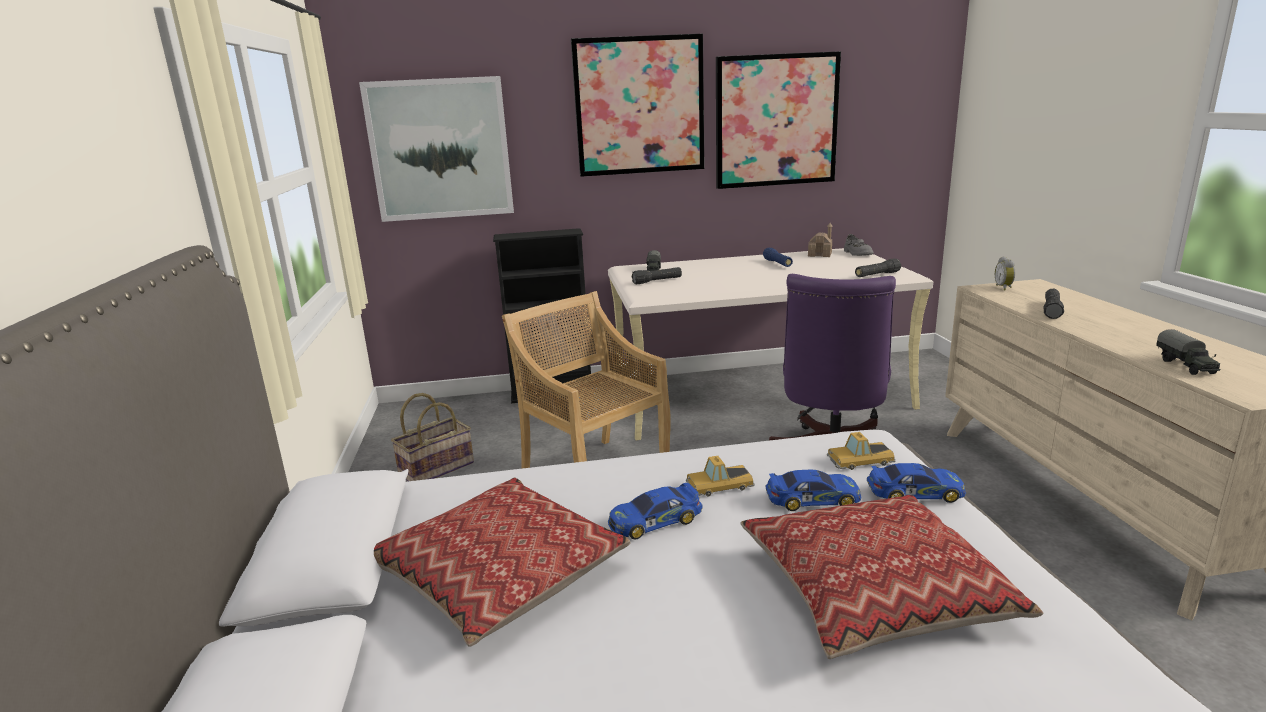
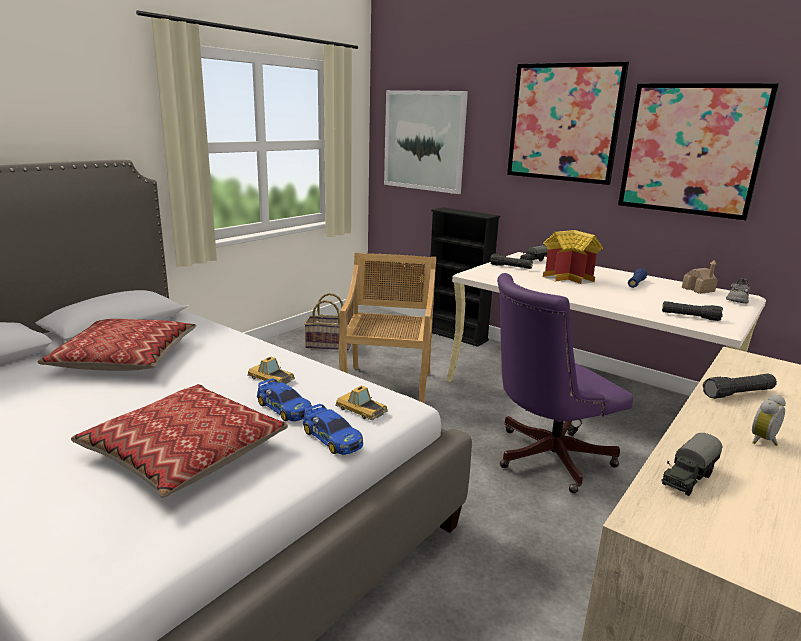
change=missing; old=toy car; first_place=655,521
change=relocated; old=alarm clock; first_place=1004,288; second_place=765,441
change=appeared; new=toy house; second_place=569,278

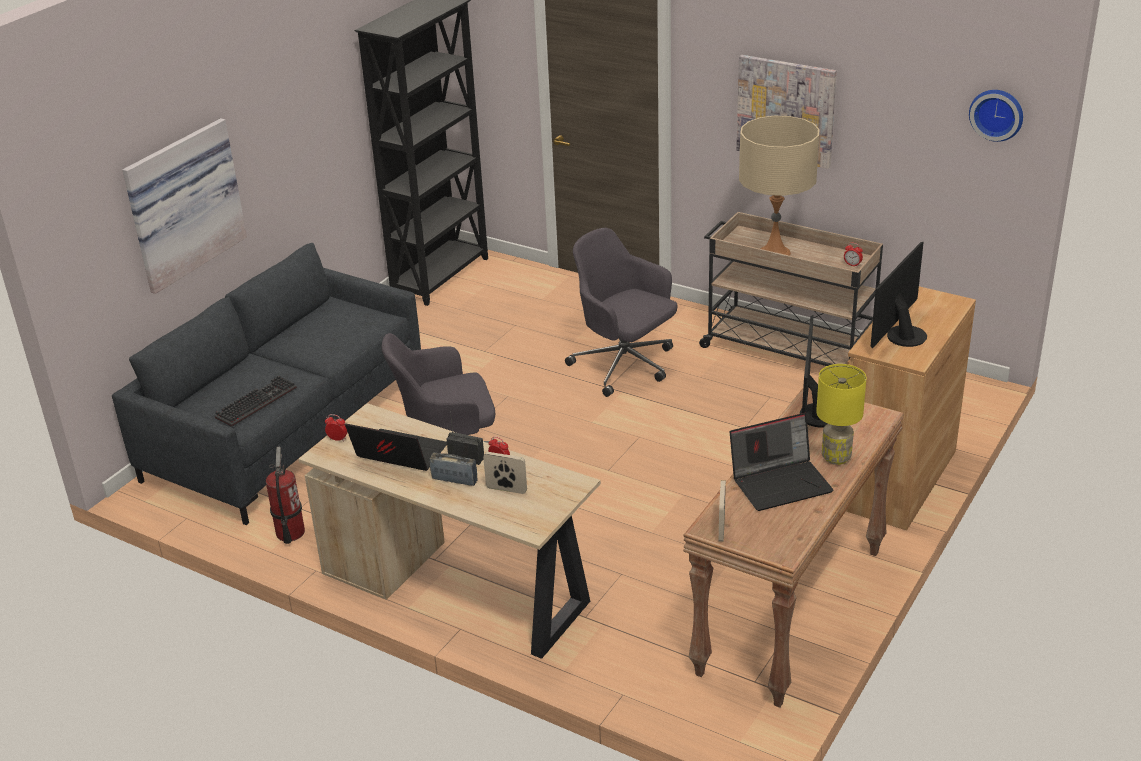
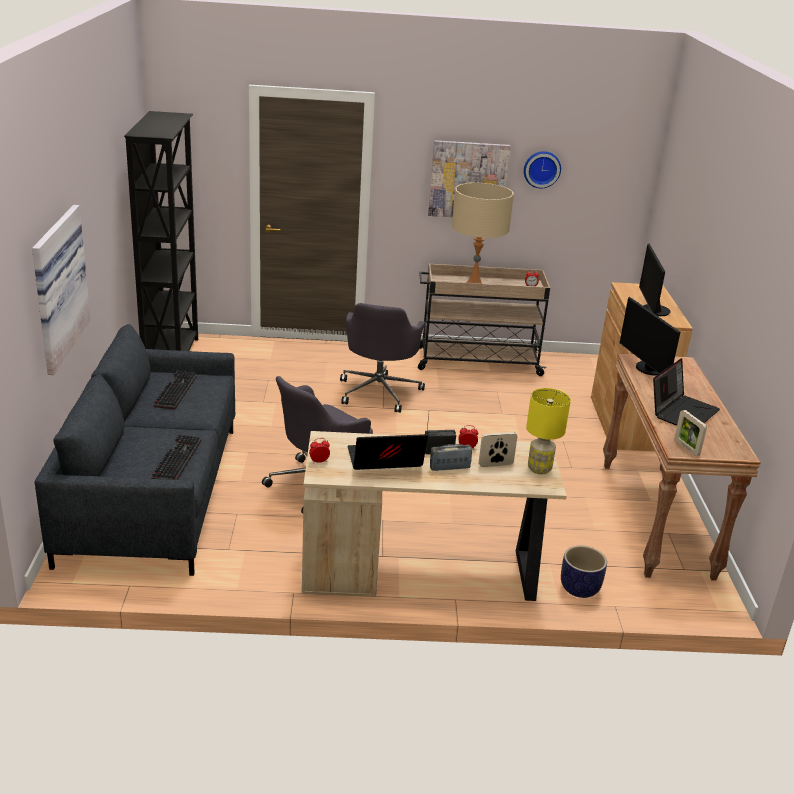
change=missing; old=fire extinguisher; first_place=290,533
change=spun; old=office chair (grey); first_place=625,366; second_place=379,391; degrees=-90
change=relocated; old=table lamp (yellow); first_place=835,457; second_place=538,469
change=relocated; old=wall clock; first_place=997,113; second_place=541,169
change=appeared; new=keyboard; second_place=174,391
change=appeared; new=planter; second_place=580,588

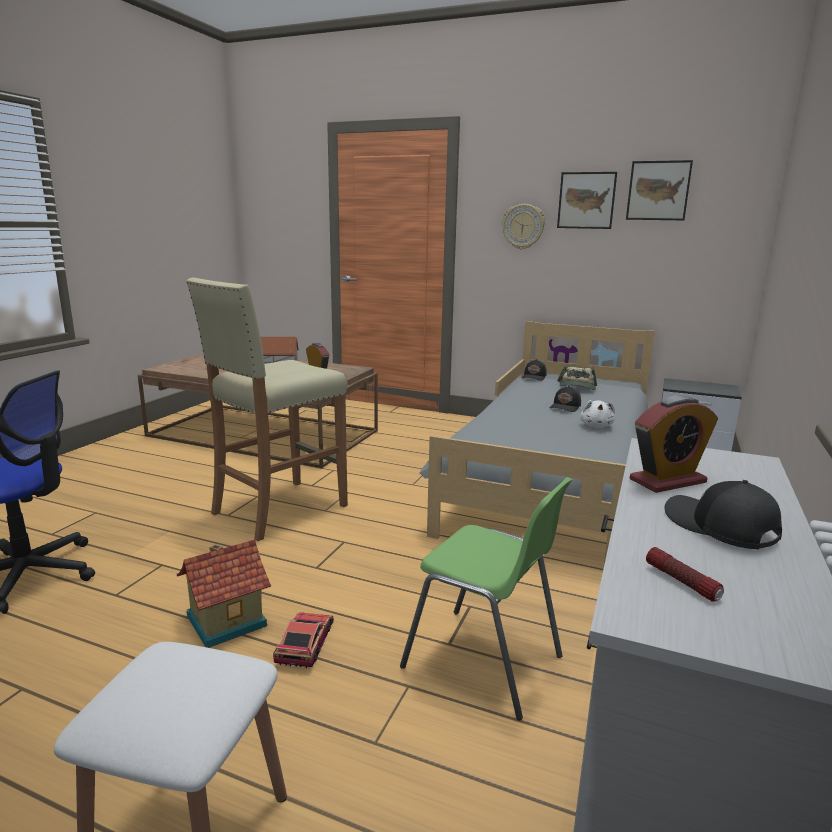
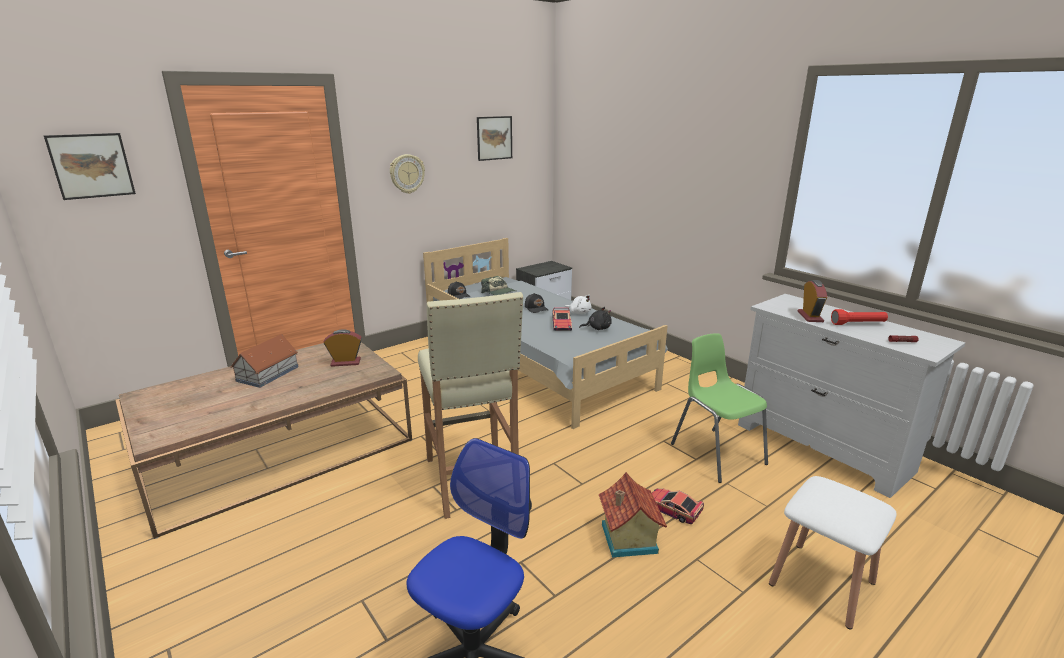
change=spun; old=chair (green); first_place=484,662; second_place=716,453; degrees=-90
change=relocated; old=picture; first_place=586,200; second_place=91,166
change=exchanged; old=cap (black); new=flashlight (red); first_place=719,528; second_place=858,324
change=appeared; new=toy car; second_place=561,324
change=appeared; new=plush toy (black); second_place=597,328

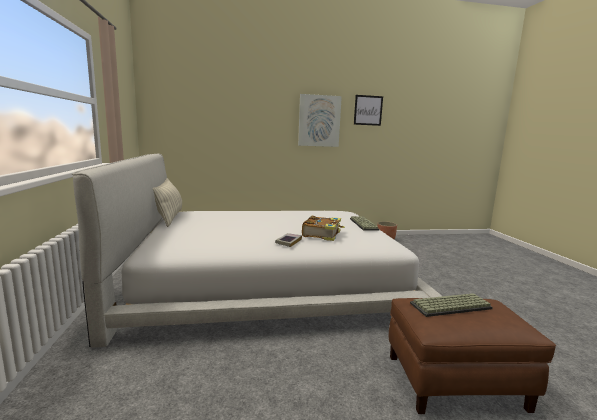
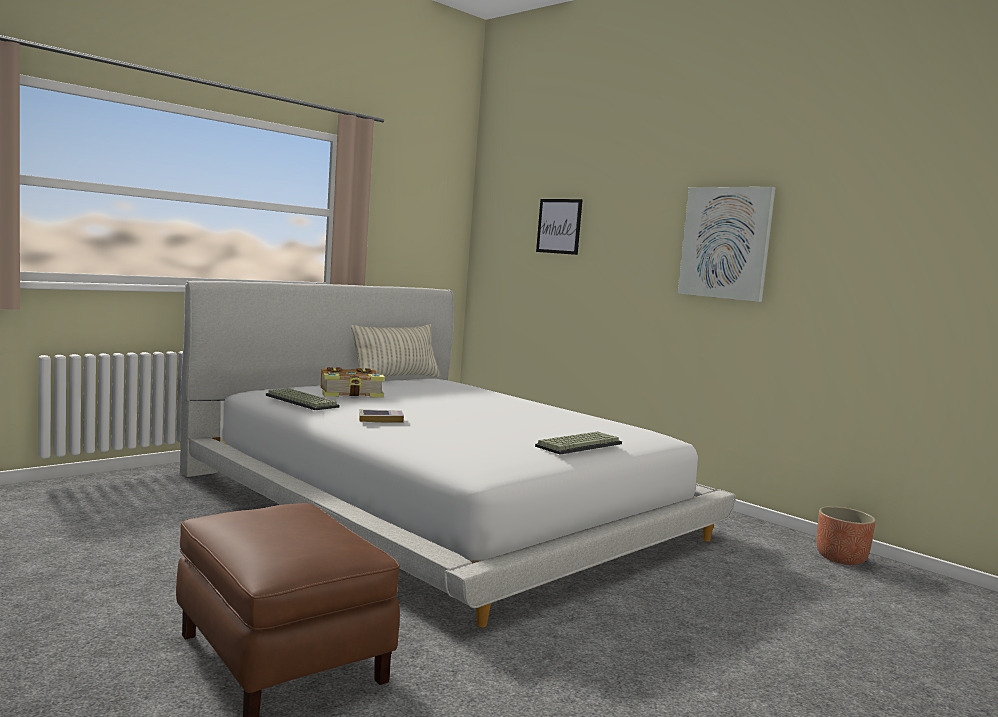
change=relocated; old=book; first_place=322,234; second_place=351,393
change=relocated; old=picture; first_place=368,110; second_place=559,226
change=relocated; old=keyboard; first_place=451,307; second_place=300,401

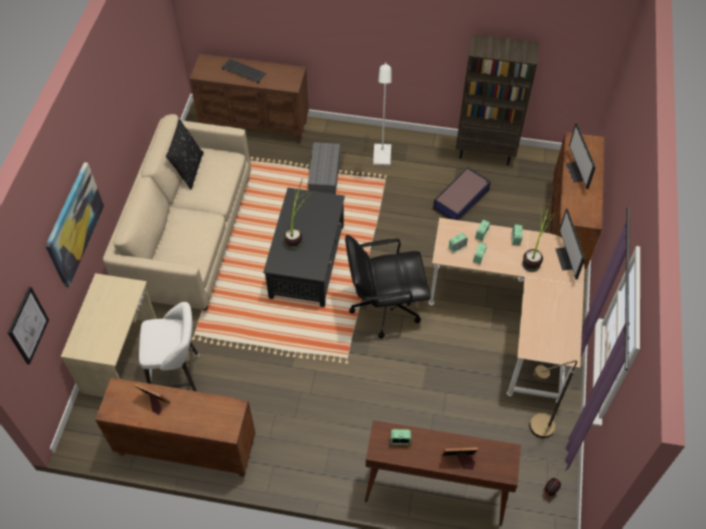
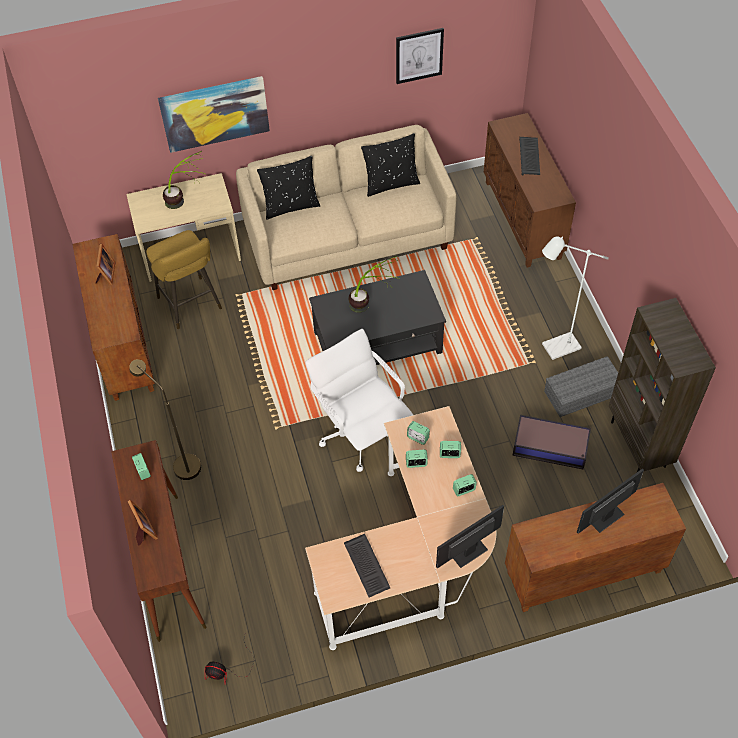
change=relocated; old=picture; first_place=28,325; second_place=419,55
change=colour; old=stool (white); new=stool (yellow); first_place=180,377; second_place=191,305
change=relocated; old=storage box (grey); first_place=324,174; second_place=582,392
change=colour; old=office chair (black); new=office chair (white); first_place=384,306; second_place=361,433
change=relocated; old=potted plant; first_place=534,255; second_place=186,201
change=relocated; old=floor lamp (brown); first_place=535,429; second_place=181,463
change=appeared; new=pillow (black); second_place=291,206
change=appeared; new=keyboard; second_place=365,565

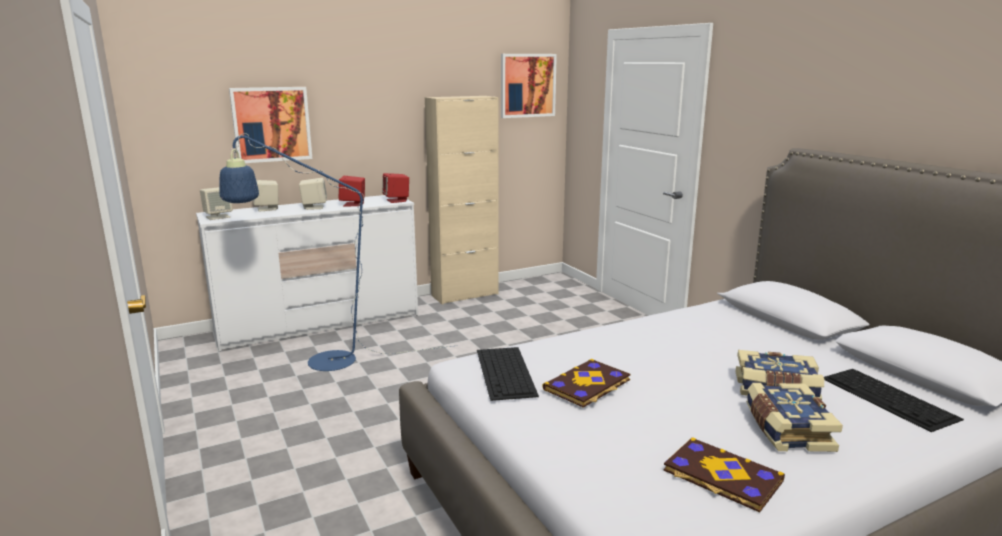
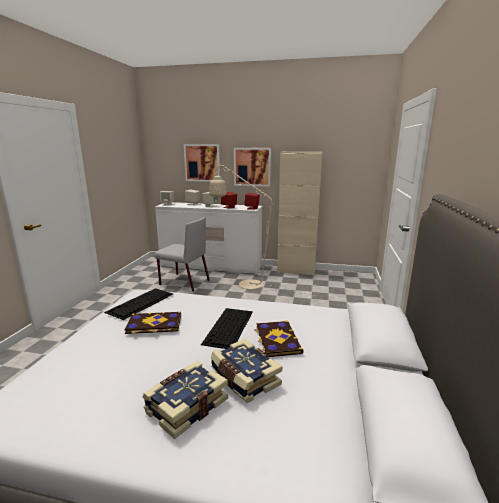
change=exchanged; old=floor lamp (blue); new=chair (grey); first_place=318,362; second_place=183,282
change=relocated; old=picture; first_place=527,85; second_place=252,167
change=relocated; old=book; first_place=722,476; second_place=277,340
change=relocated; old=keyboard; first_place=889,398; second_place=229,327
change=appeared; new=floor lamp (beige); second_place=244,283

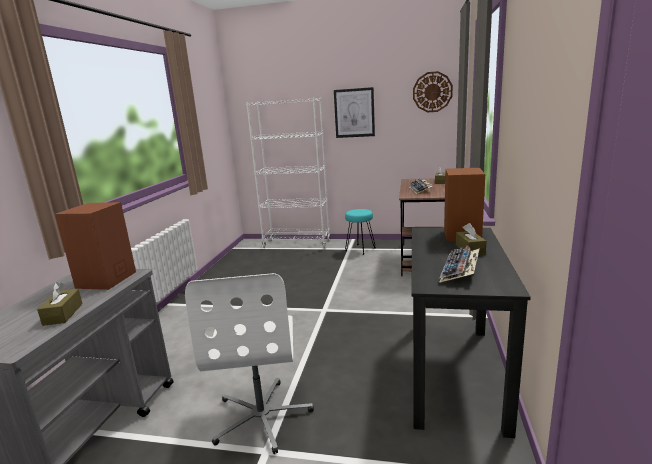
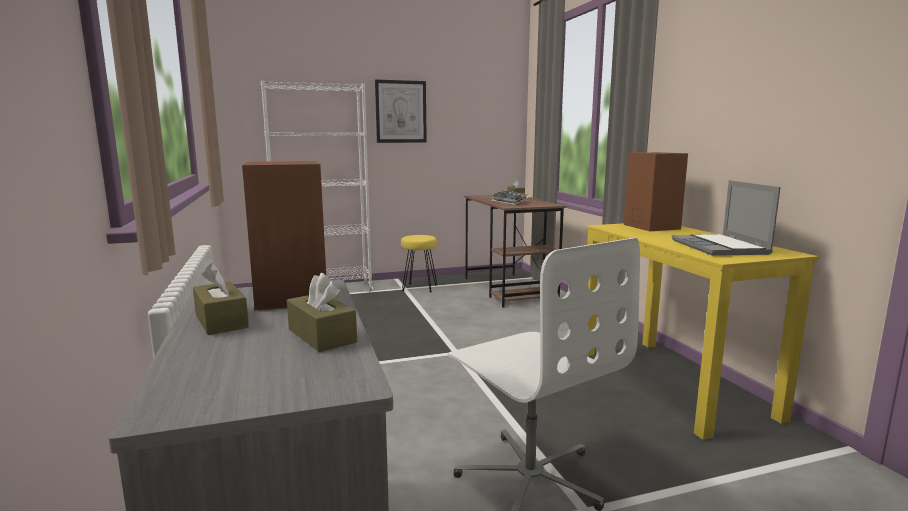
change=colour; old=stool (turquoise); new=stool (yellow); first_place=360,249; second_place=419,288
change=colour; old=desk (black); new=desk (yellow); first_place=454,373; second_place=672,382
change=missing; old=wall clock; first_place=432,92
change=exchanged; old=keyboard; new=laptop; first_place=460,271; second_place=720,247
change=relocated; old=tissue box (brown); first_place=470,249; second_place=221,321

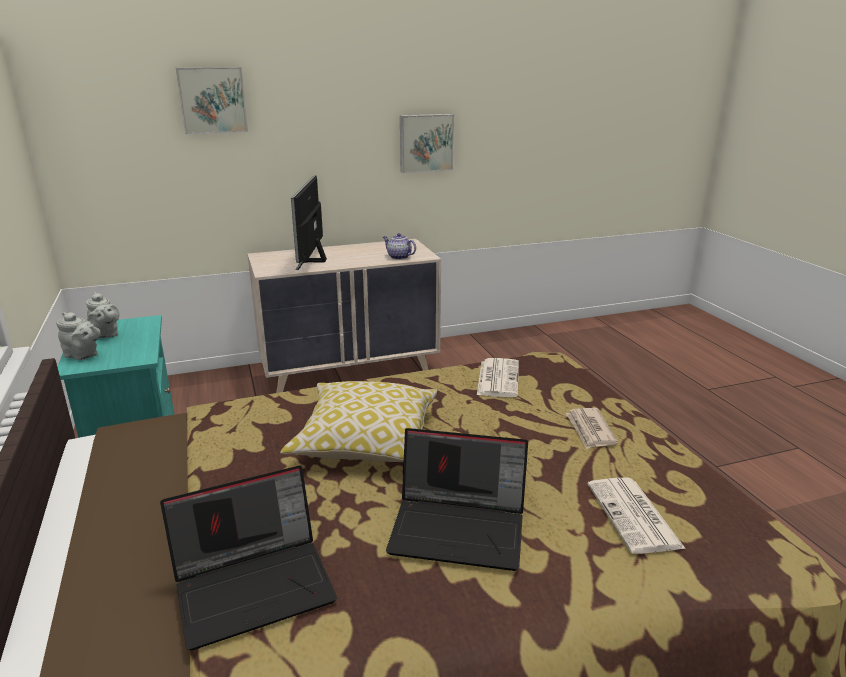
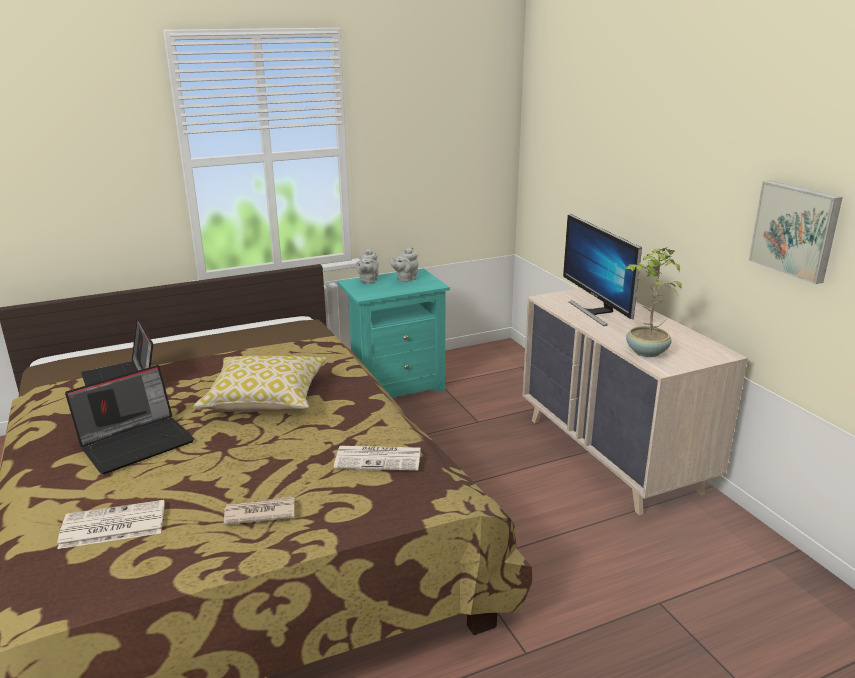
change=missing; old=picture; first_place=212,100
change=spun; old=monitor; first_place=312,260; second_place=596,312; degrees=-105
change=exchanged; old=teapot; new=potted plant; first_place=398,257; second_place=646,352
change=spun; old=laptop; first_place=460,528; second_place=137,442; degrees=-135

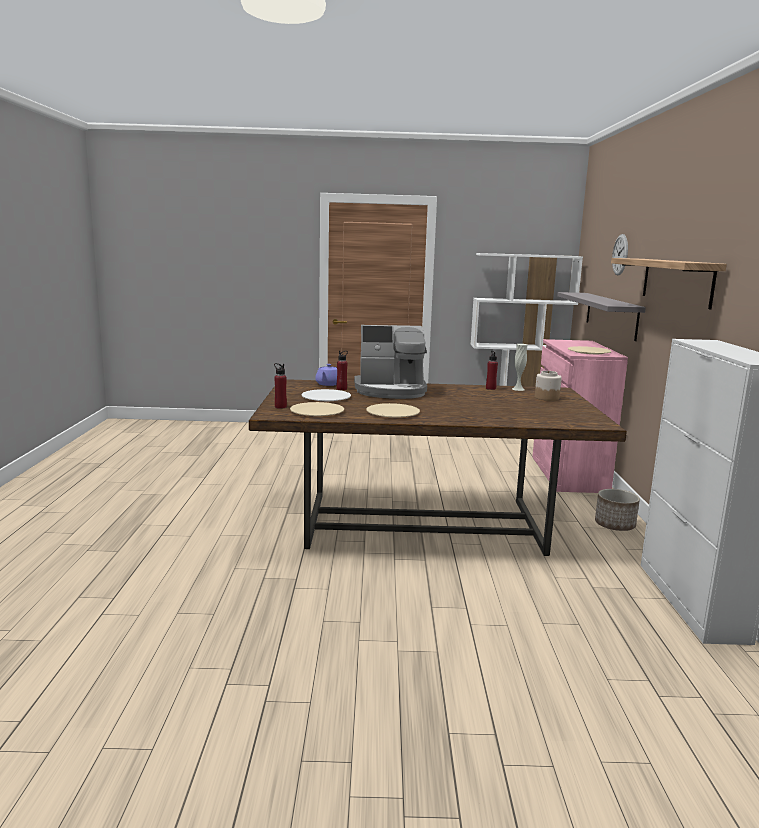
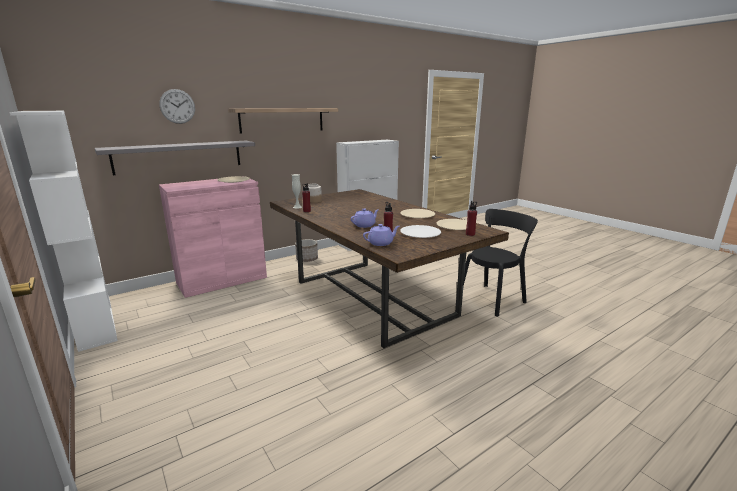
change=exchanged; old=coffee machine; new=teapot (purple); first_place=391,391; second_place=365,225
change=appeared; new=chair (black); second_place=493,299

